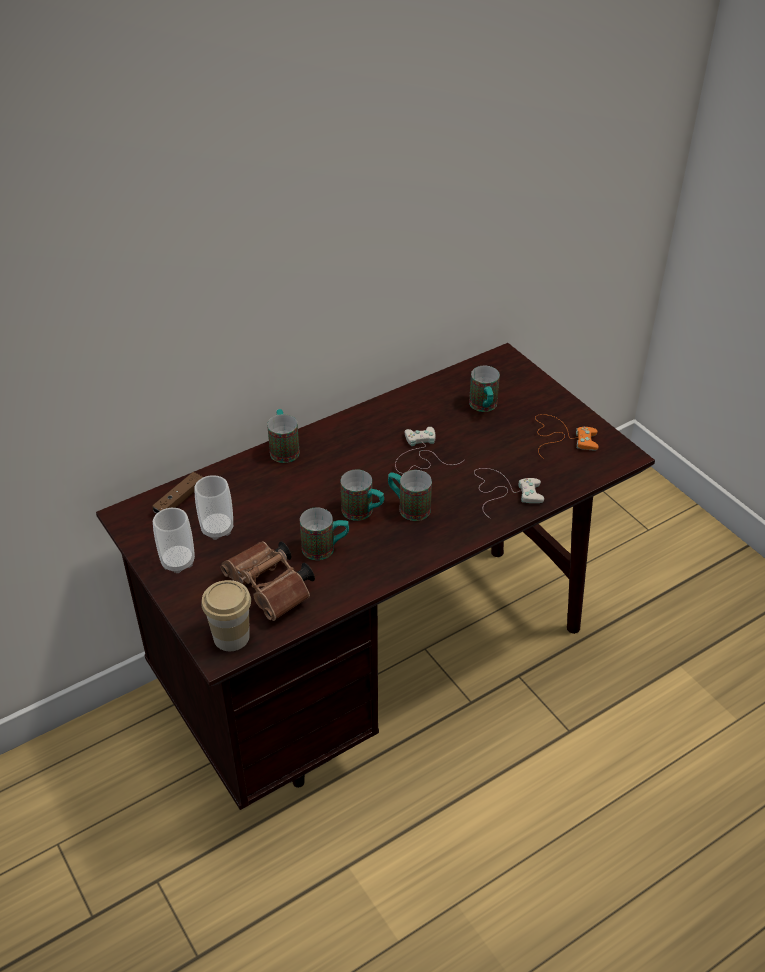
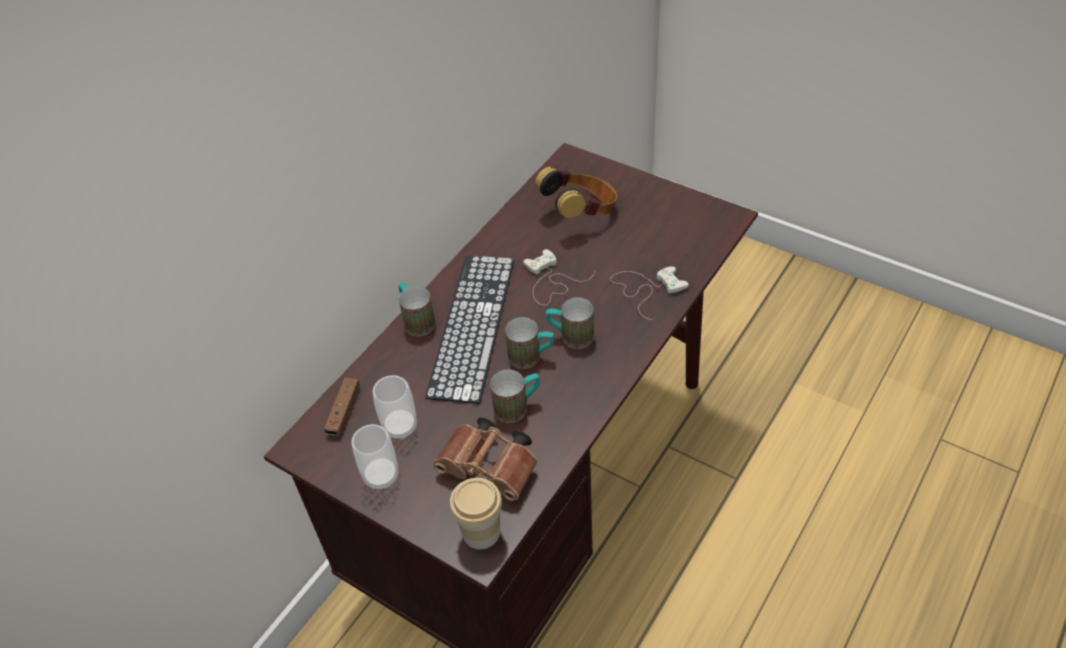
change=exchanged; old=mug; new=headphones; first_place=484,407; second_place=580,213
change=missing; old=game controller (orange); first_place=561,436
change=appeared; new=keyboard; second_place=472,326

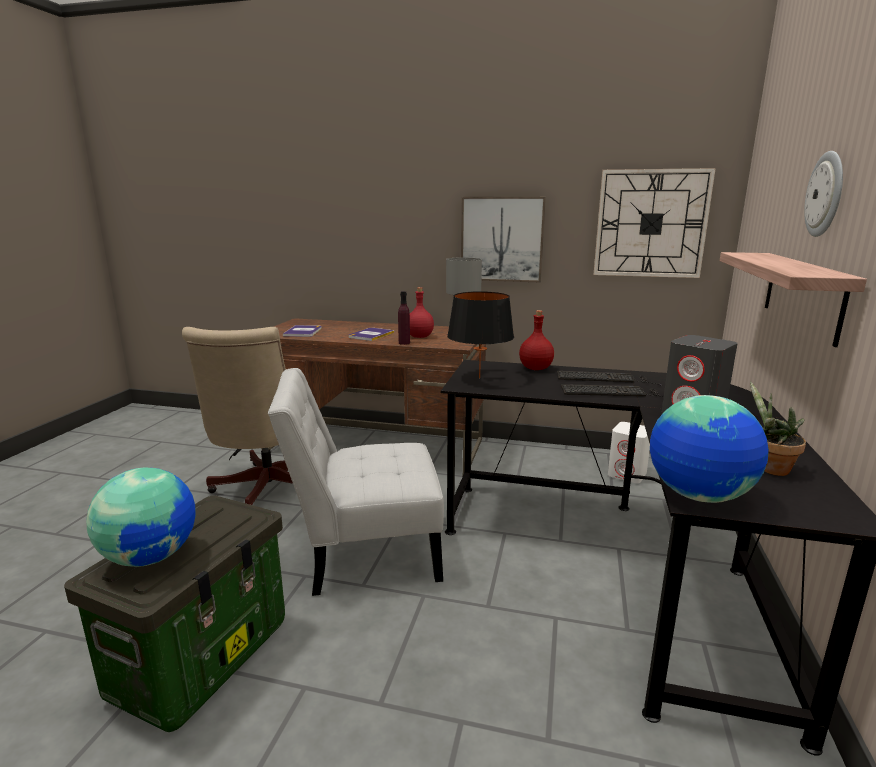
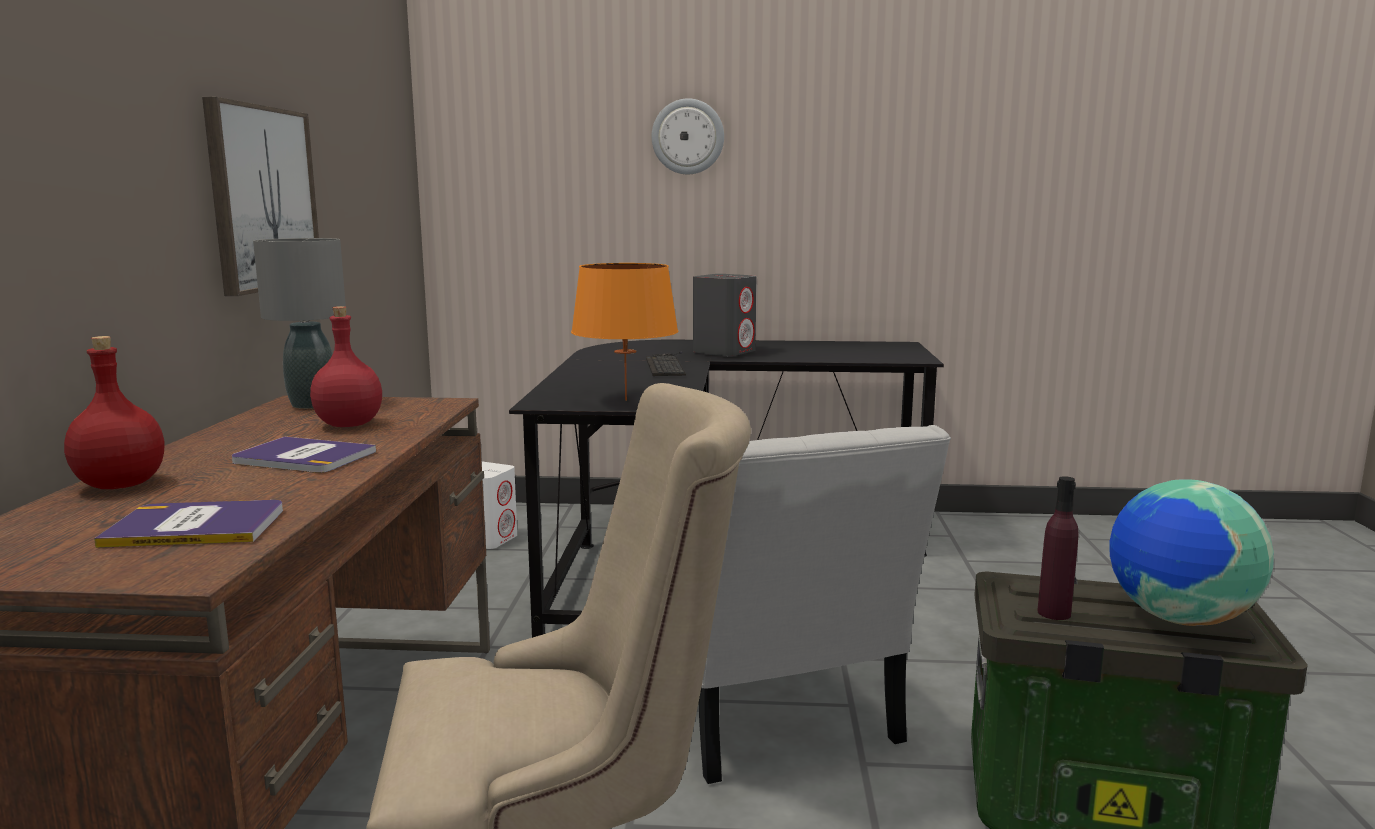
change=relocated; old=bottle (purple); first_place=404,343; second_place=1054,613
change=colour; old=table lamp (black); new=table lamp (orange); first_place=479,378; second_place=625,400
change=relocated; old=bottle (red); first_place=535,369; second_place=122,485
change=missing; old=keyboard; first_place=604,378
change=missing; old=wall clock; first_place=651,224
change=missing; old=globe; first_place=699,496
change=missing; old=shelf; first_place=802,294
change=missing; old=potted plant; first_place=769,468

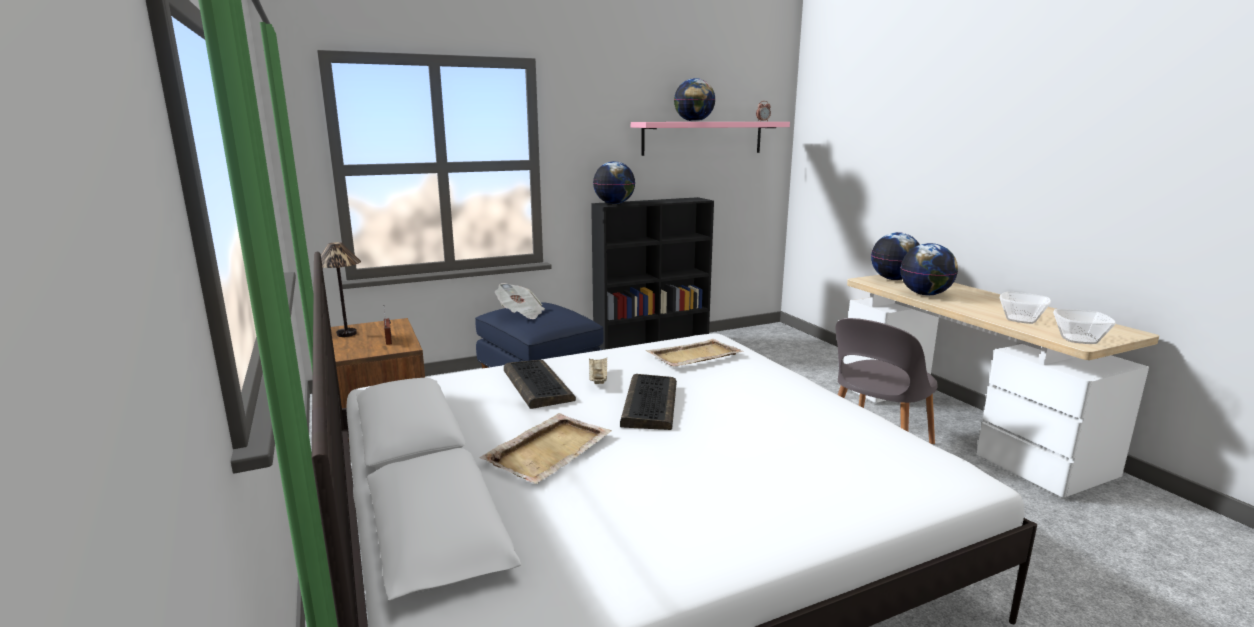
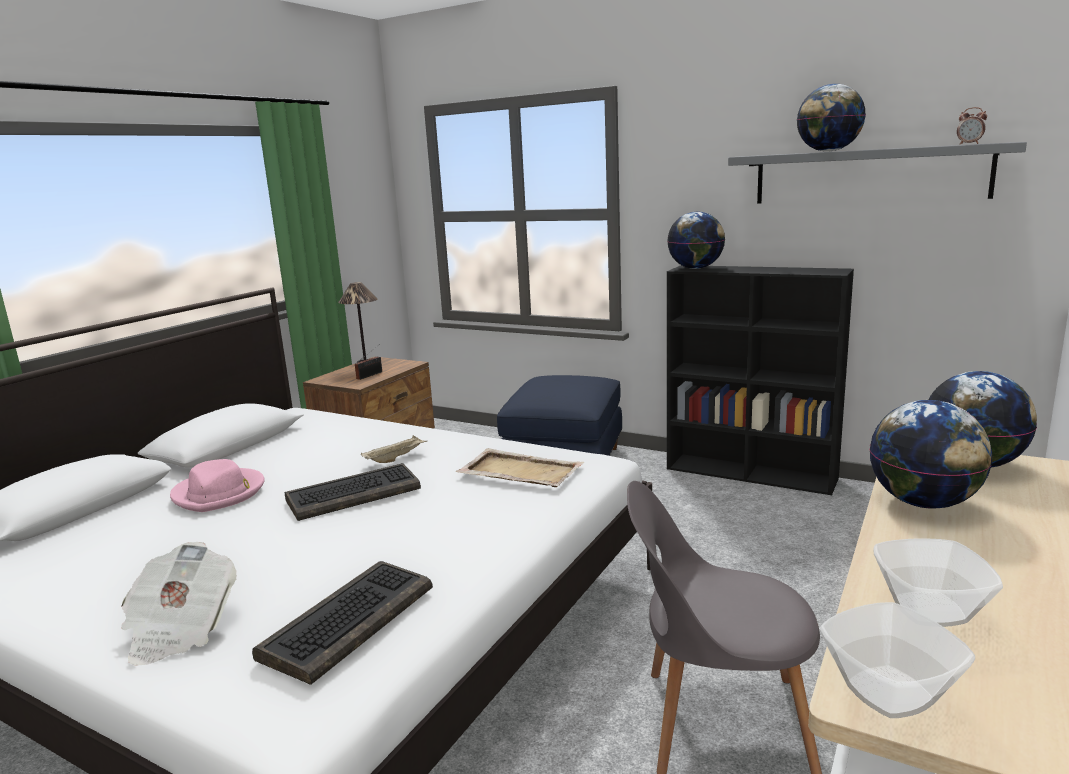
change=exchanged; old=tray (beige); new=hat (pink); first_place=549,450; second_place=219,493
change=relocated; old=newspaper; first_place=520,313; second_place=180,629
change=relocated; old=keyboard; first_place=536,385; second_place=349,620
change=colour; old=shelf (pink); new=shelf (grey); first_place=703,138; second_place=868,175

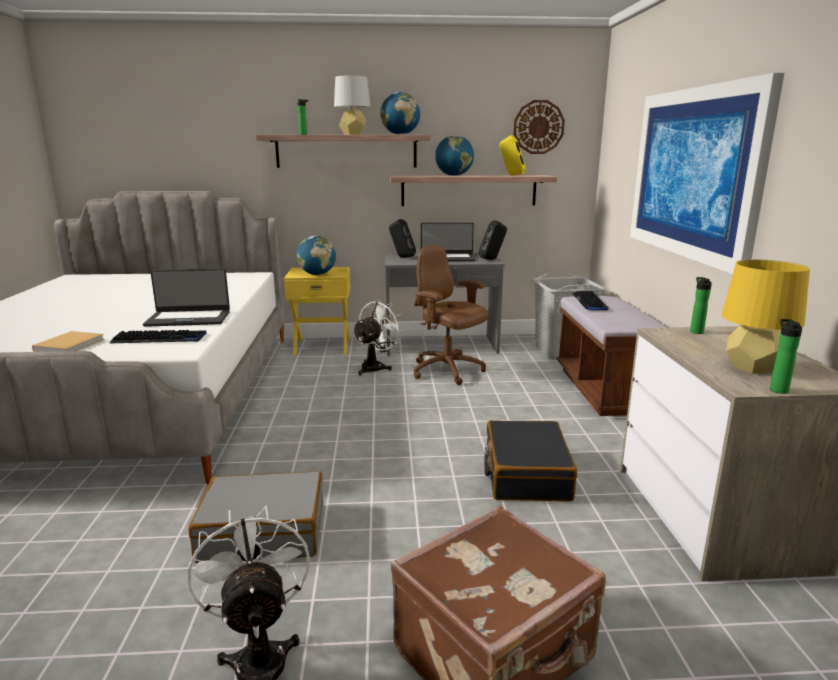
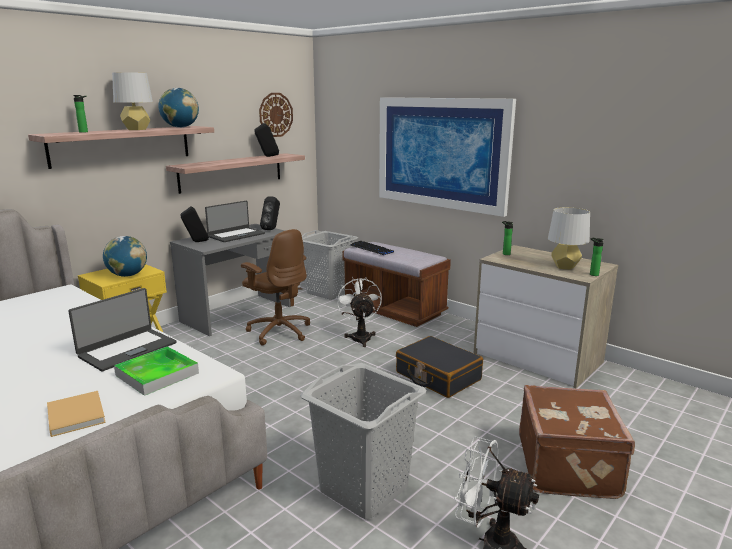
change=exchanged; old=keyboard; new=tray; first_place=159,338; second_place=157,374
change=exchanged; old=suitcase (grey); new=laundry basket (grey); first_place=263,532; second_place=363,489
change=relocated; old=fan (white); first_place=376,367; second_place=360,337
change=spun; old=office chair (brown); first_place=448,371; second_place=279,331; degrees=-135
change=missing; old=globe; first_place=454,175
change=colour; old=speaker (yellow); new=speaker (black); first_place=511,175; second_place=267,156
change=colour; old=table lamp (yellow); new=table lamp (grey); first_place=752,368; second_place=565,267

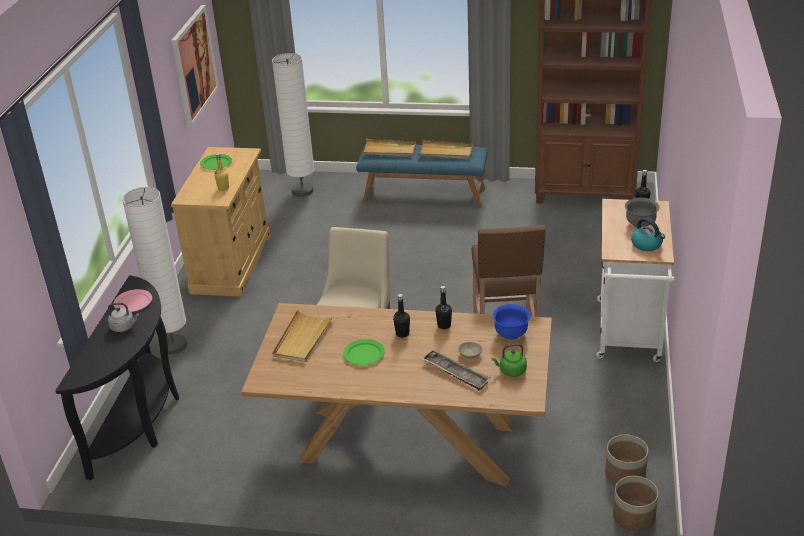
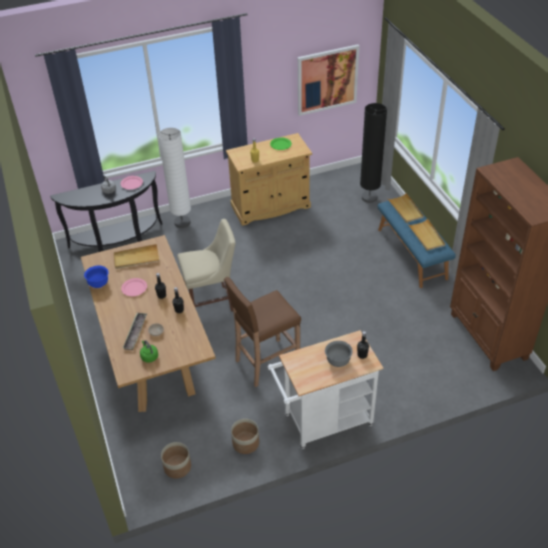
change=colour; old=floor lamp (white); new=floor lamp (black); first_place=302,191; second_place=369,198
change=colour; old=plate (green); new=plate (pink); first_place=364,354; second_place=134,288
change=relocated; old=bowl (blue); first_place=511,334; second_place=99,284
change=relocated; old=planter; first_place=634,516; second_place=246,443
change=missing; old=kettle; first_place=647,245

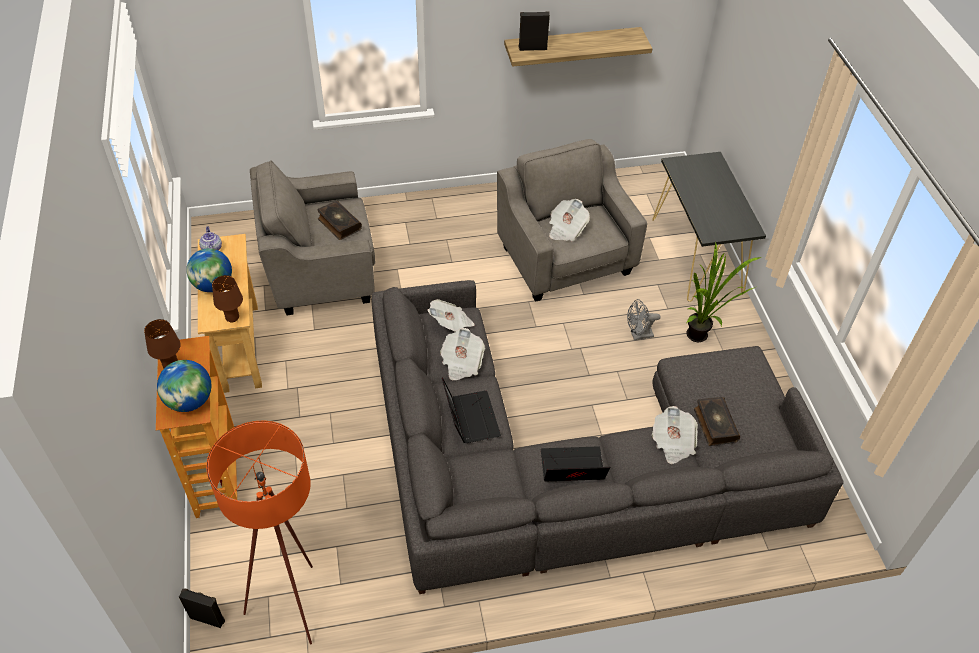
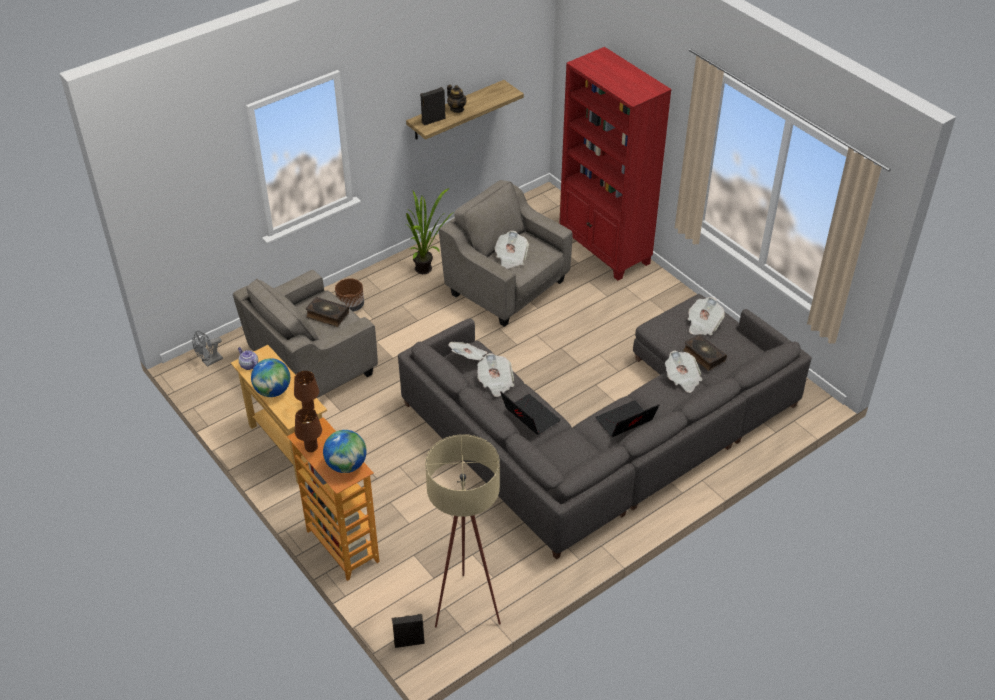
change=colour; old=floor lamp (orange); new=floor lamp (beige); first_place=294,598; second_place=466,601
change=relocated; old=fan (grey); first_place=638,335; second_place=209,361
change=exchanged; old=console table (black); new=bookcase (red); first_place=696,256; second_place=605,250
change=relocated; old=potted plant; first_place=701,337; second_place=427,269
change=appeared; new=planter (brown); second_place=350,305
change=appeared; new=teapot; second_place=457,109
change=appeared; new=newspaper; second_place=703,324

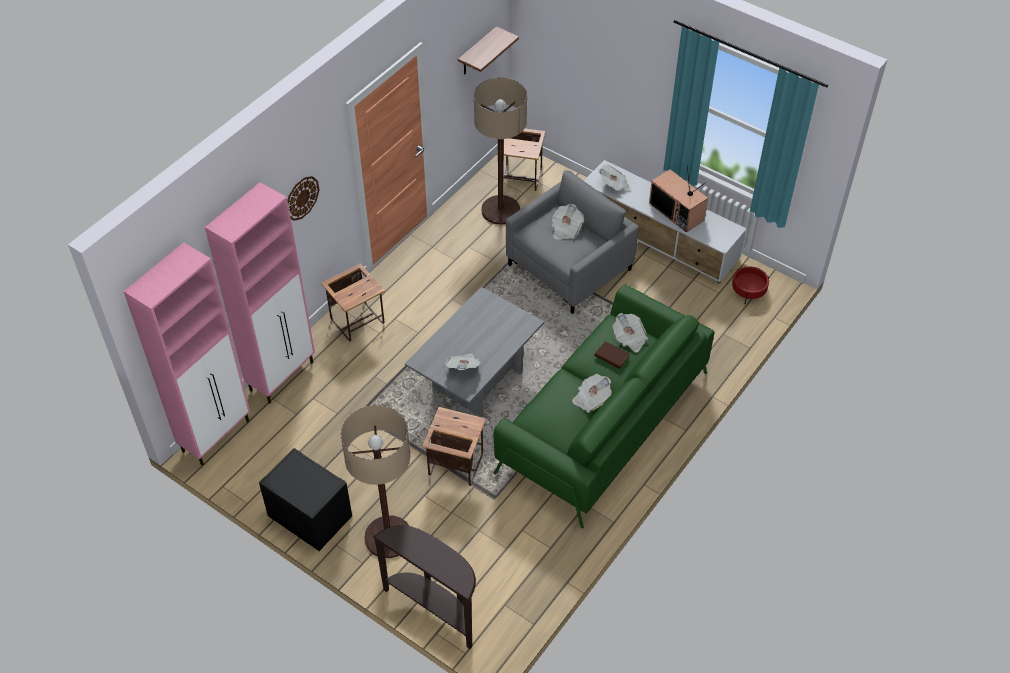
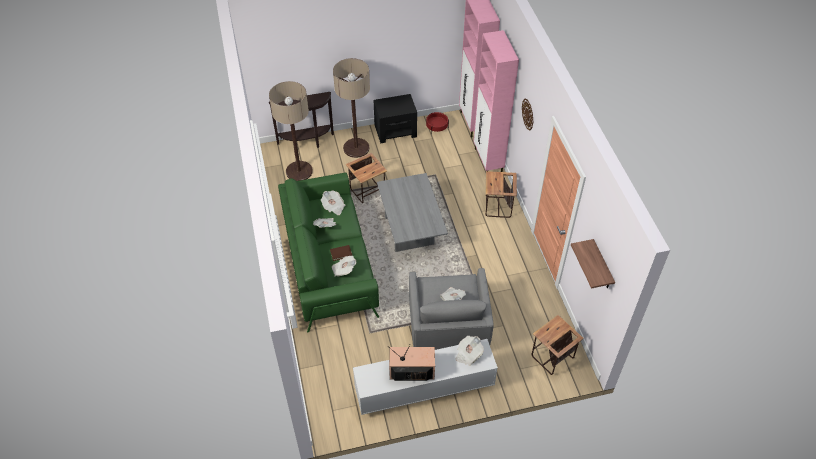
change=relocated; old=newspaper; first_place=463,367; second_place=333,207
change=relocated; old=floor lamp; first_place=500,210; second_place=299,171
change=relocated; old=planter (red); first_place=748,291; second_place=437,127

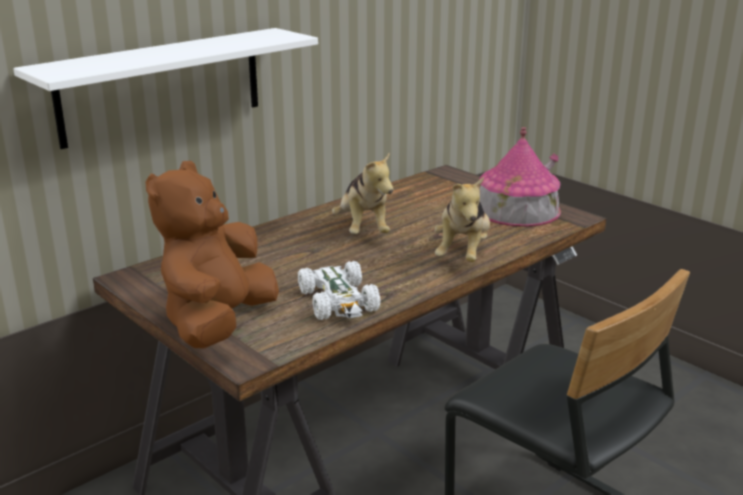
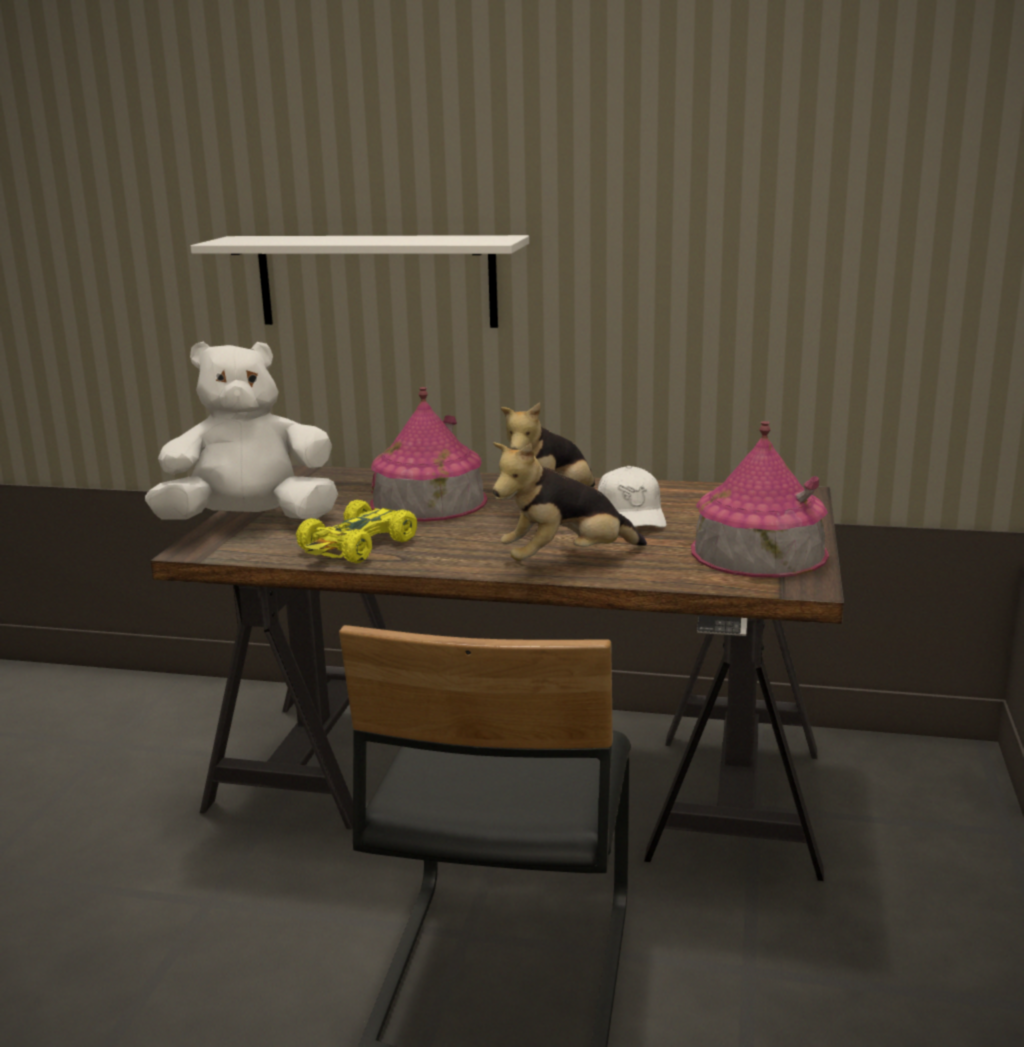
change=colour; old=plush toy (brown); new=plush toy (white); first_place=218,324; second_place=250,522
change=colour; old=toy car (white); new=toy car (yellow); first_place=339,301; second_place=357,546
change=appeared; new=toy house; second_place=428,501
change=appeared; new=cap (white); second_place=631,516

